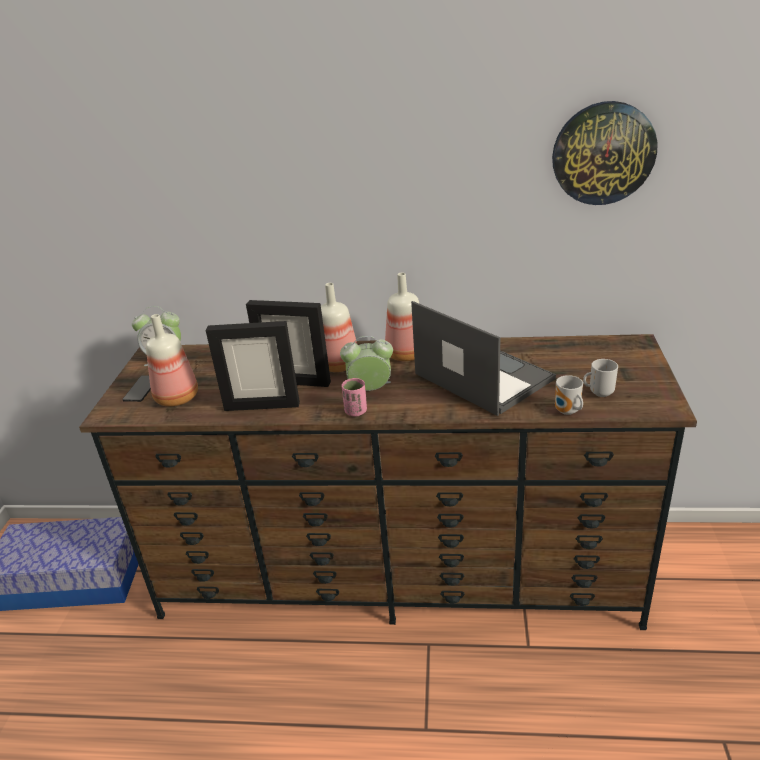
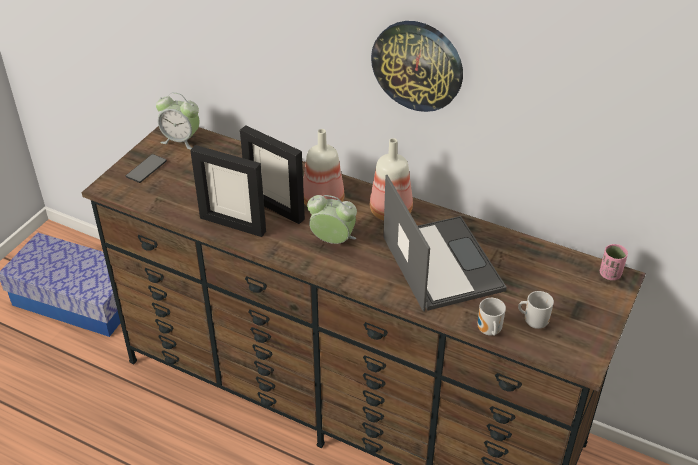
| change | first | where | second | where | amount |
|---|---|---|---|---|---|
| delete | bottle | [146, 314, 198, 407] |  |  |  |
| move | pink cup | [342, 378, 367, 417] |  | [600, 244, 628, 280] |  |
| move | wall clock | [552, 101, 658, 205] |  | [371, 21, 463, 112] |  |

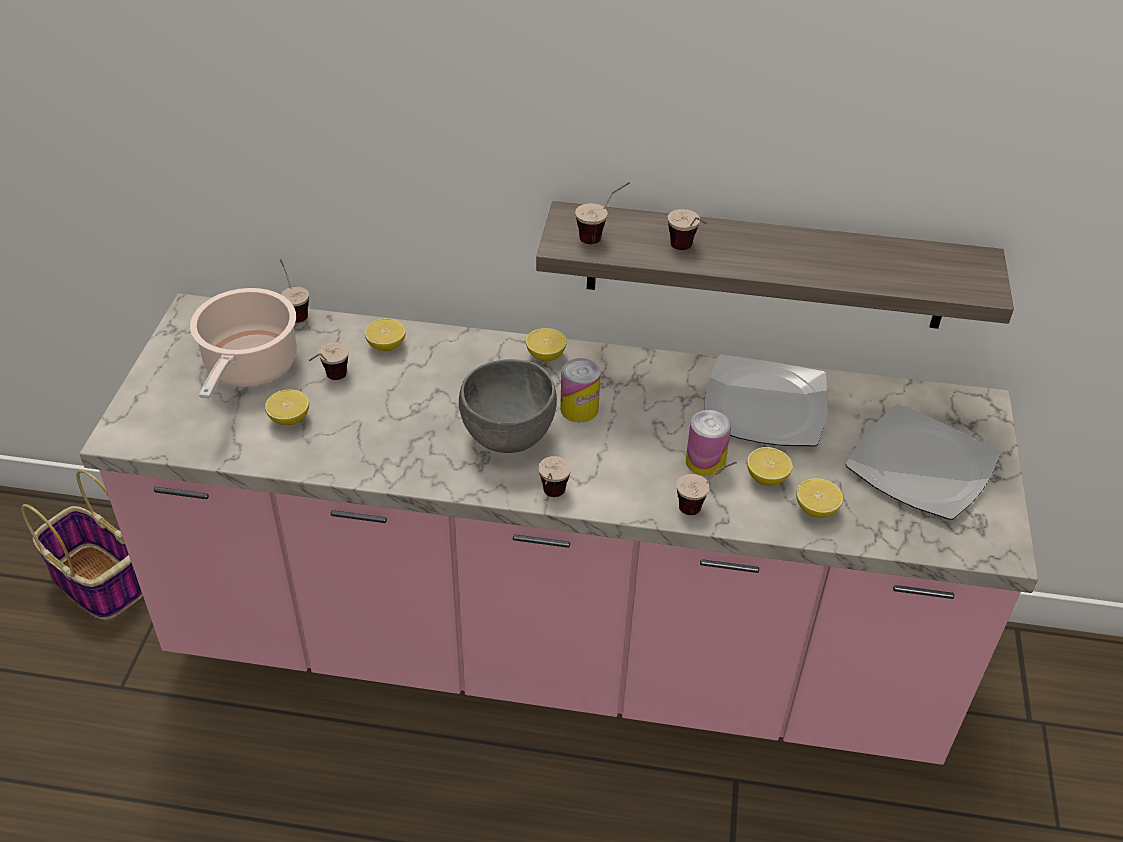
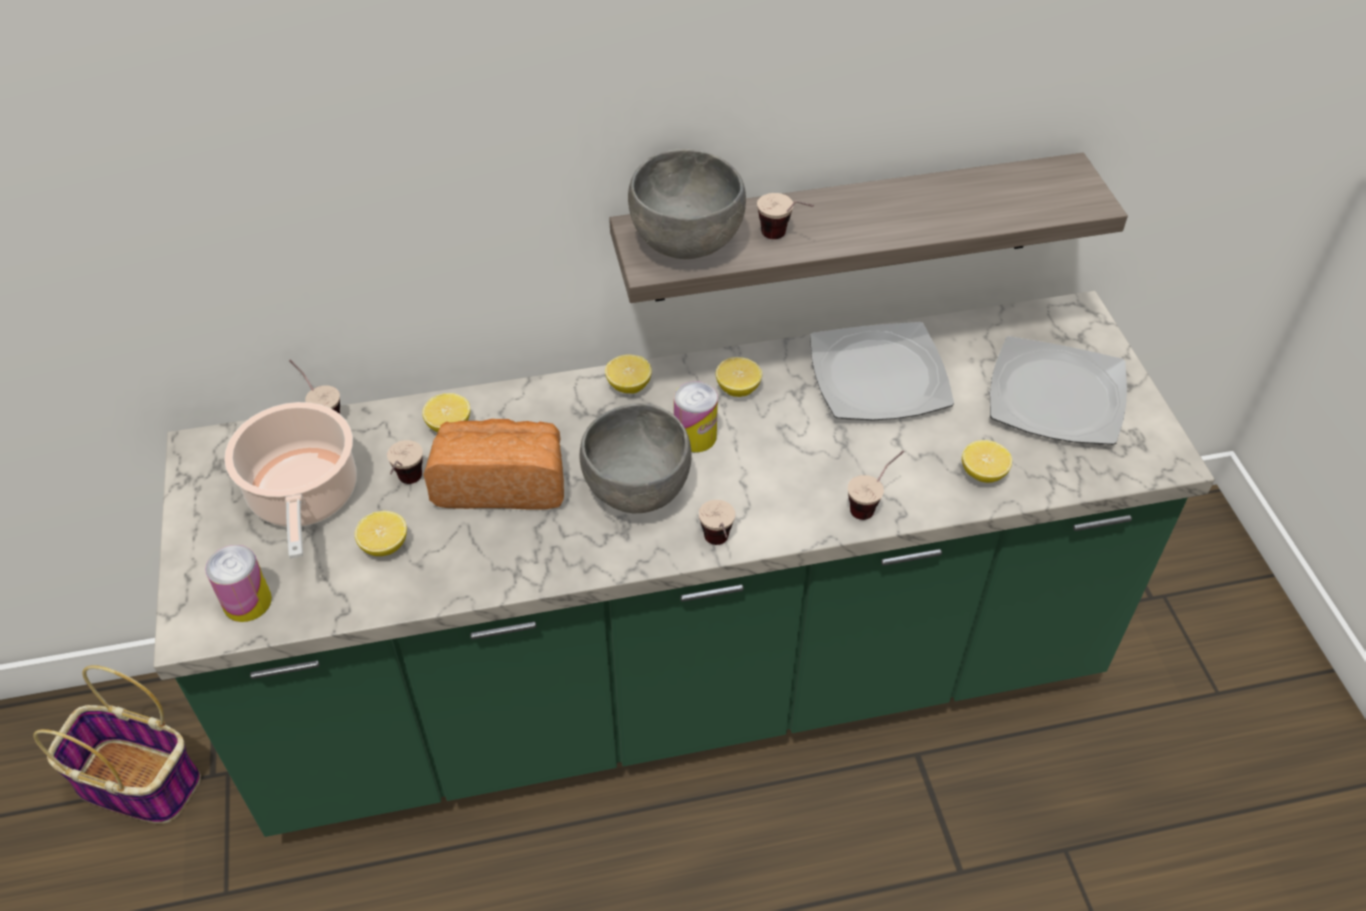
| change | first | where | second | where | amount |
|---|---|---|---|---|---|
| insert |  |  | bread | [423, 419, 564, 510] |  |
| move | can | [686, 410, 732, 476] |  | [205, 545, 272, 622] |  |
| move | lemon | [747, 447, 793, 486] |  | [716, 357, 762, 397] |  |
| replace | cup | [575, 182, 630, 244] | grey bowl | [628, 149, 746, 259] |  |
| recolor | pink counter | [79, 293, 1038, 765] | green counter | [153, 291, 1215, 837] |  |

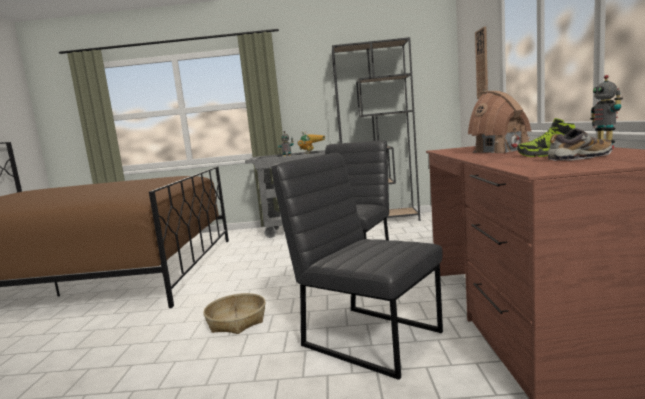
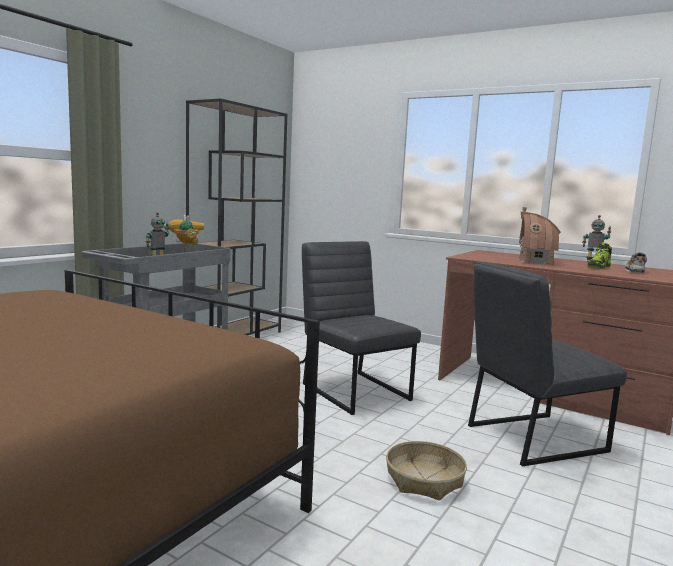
| change | first | where | second | where | amount |
|---|---|---|---|---|---|
| delete | wall clock | [475, 26, 488, 99] |  |  |  |

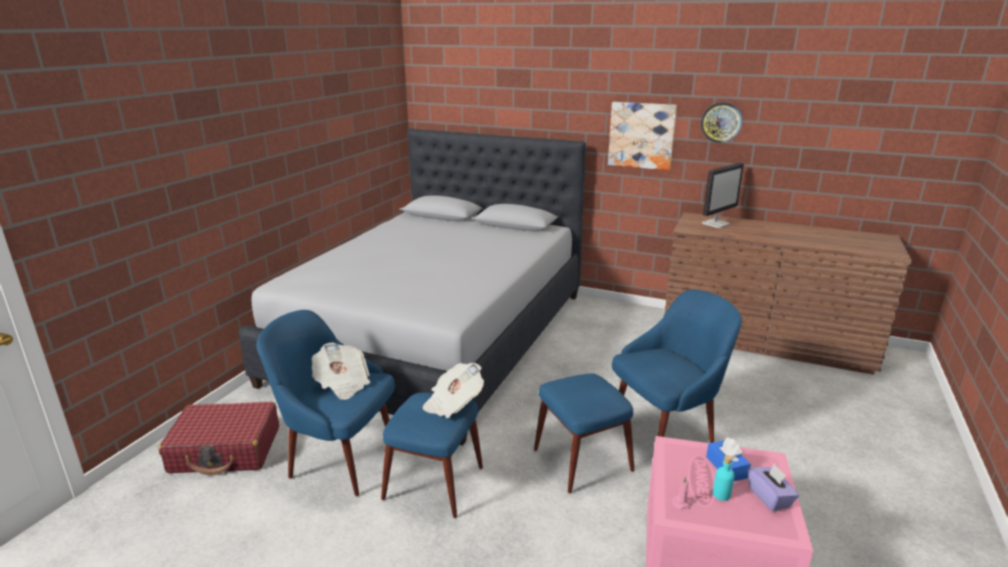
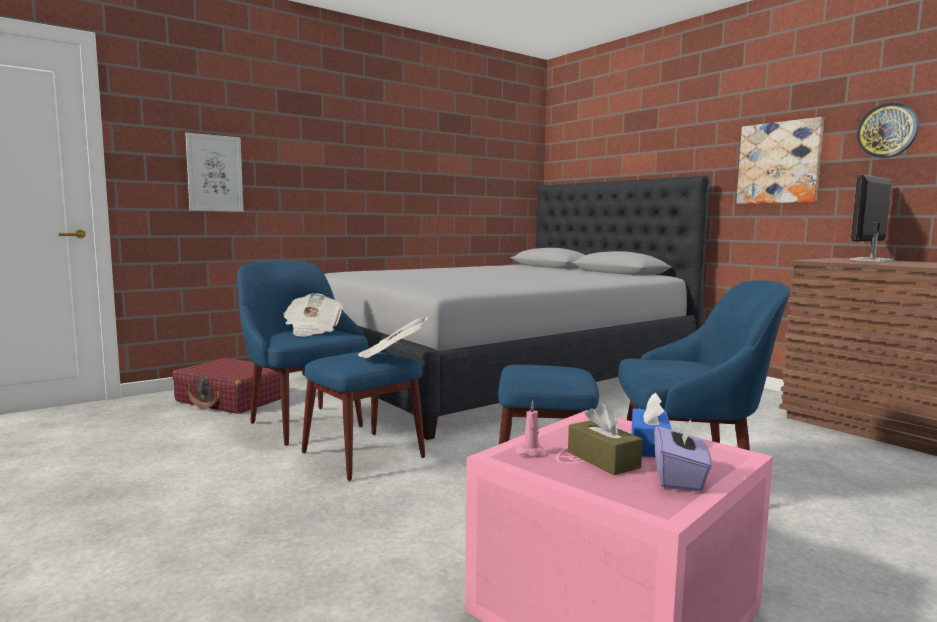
| change | first | where | second | where | amount |
|---|---|---|---|---|---|
| insert |  |  | picture | [185, 133, 244, 212] |  |
| replace | turquoise bottle | [713, 455, 735, 501] | brown tissue box | [568, 404, 643, 475] |  |
| rotate | monitor | [702, 162, 744, 228] |  | [850, 175, 892, 262] | 150 degrees clockwise |

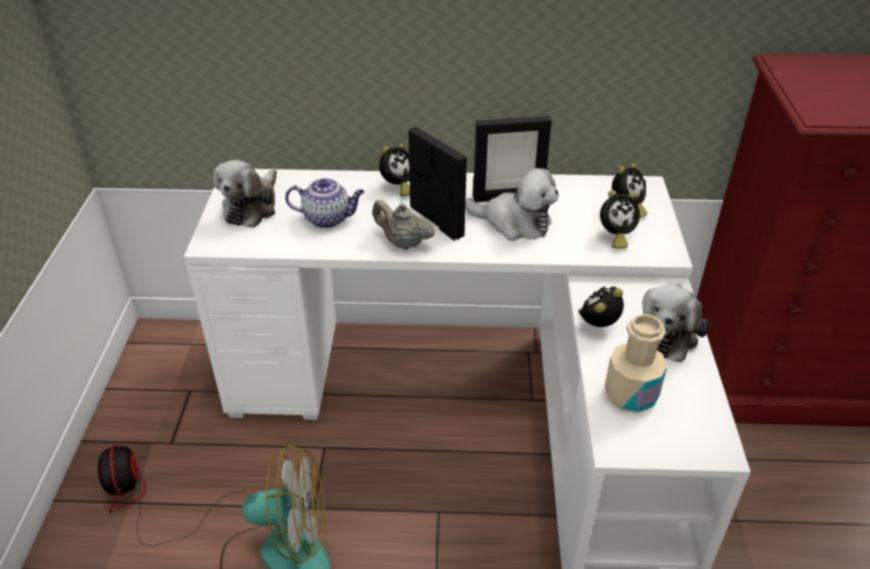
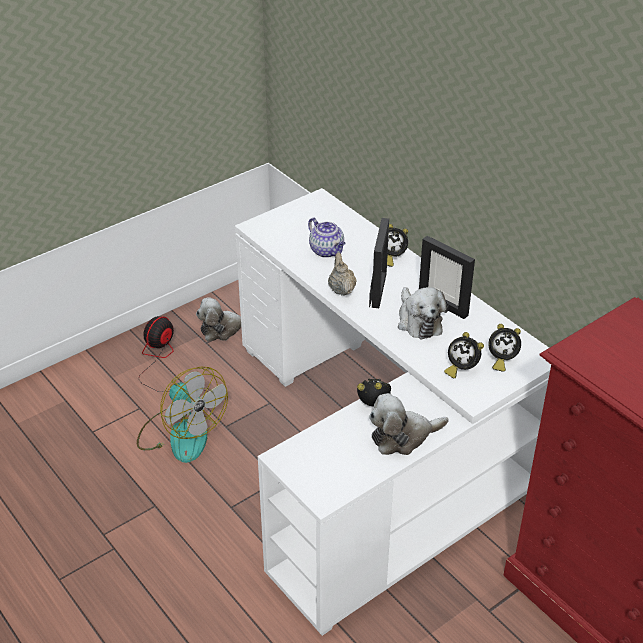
| change | first | where | second | where | amount |
|---|---|---|---|---|---|
| delete | beige bottle | [605, 314, 667, 413] |  |  |  |
| move | plush toy | [213, 160, 277, 228] |  | [196, 297, 241, 341] |  |

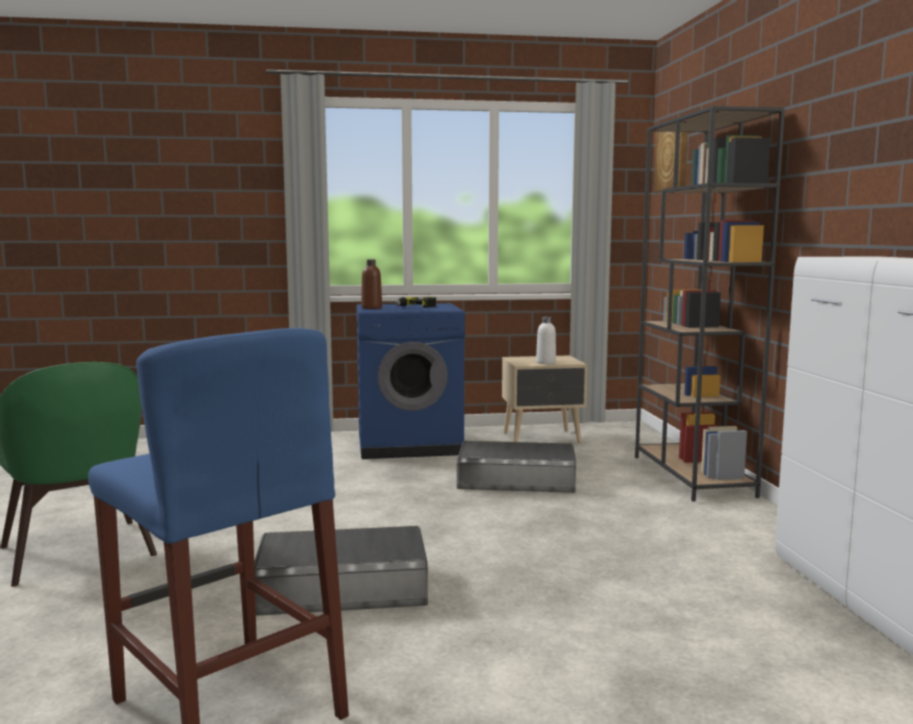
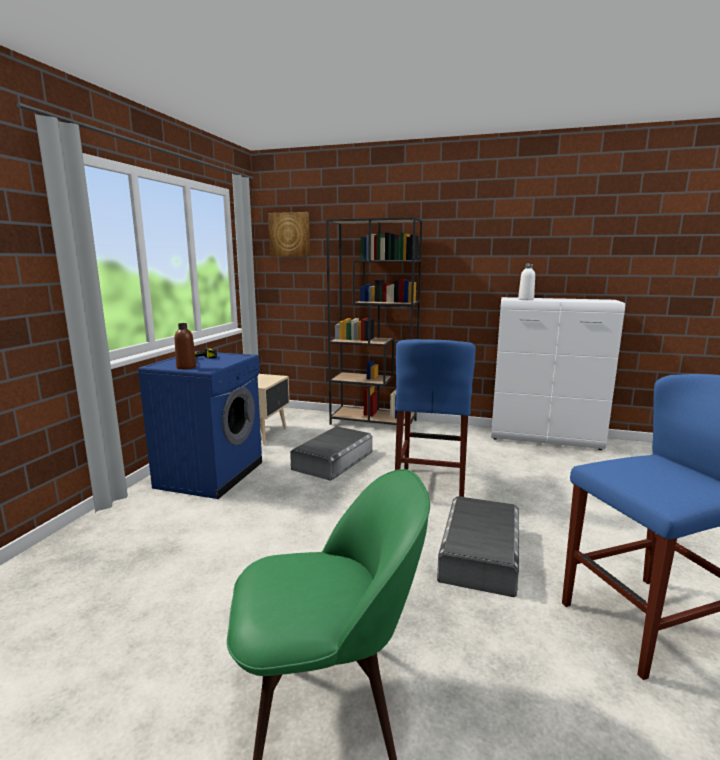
| change | first | where | second | where | amount |
|---|---|---|---|---|---|
| insert |  |  | blue stool | [395, 339, 476, 497] |  |
| move | white bottle | [536, 317, 556, 364] |  | [518, 264, 535, 300] |  |

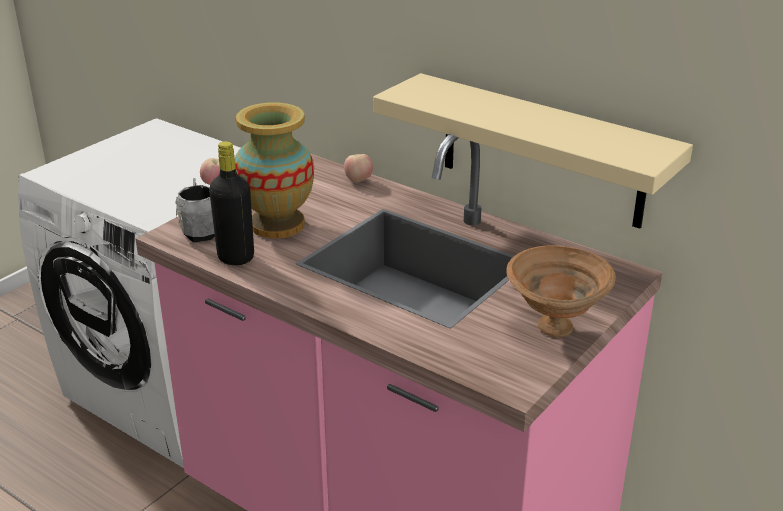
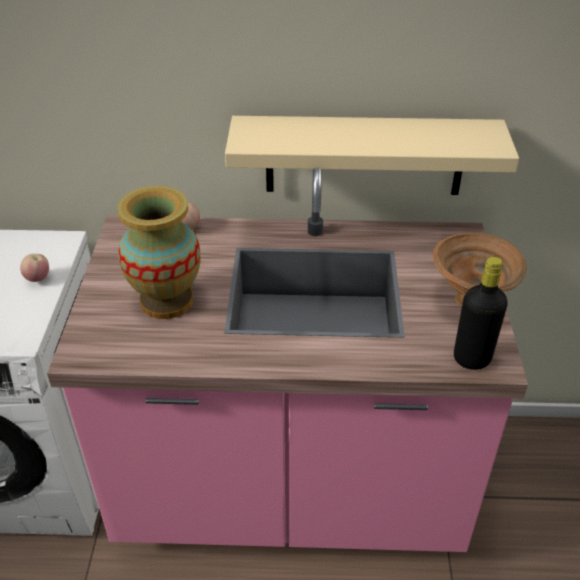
| change | first | where | second | where | amount |
|---|---|---|---|---|---|
| delete | grey mug | [175, 178, 215, 243] |  |  |  |
| move | black bottle | [209, 141, 254, 265] |  | [454, 257, 508, 370] |  |

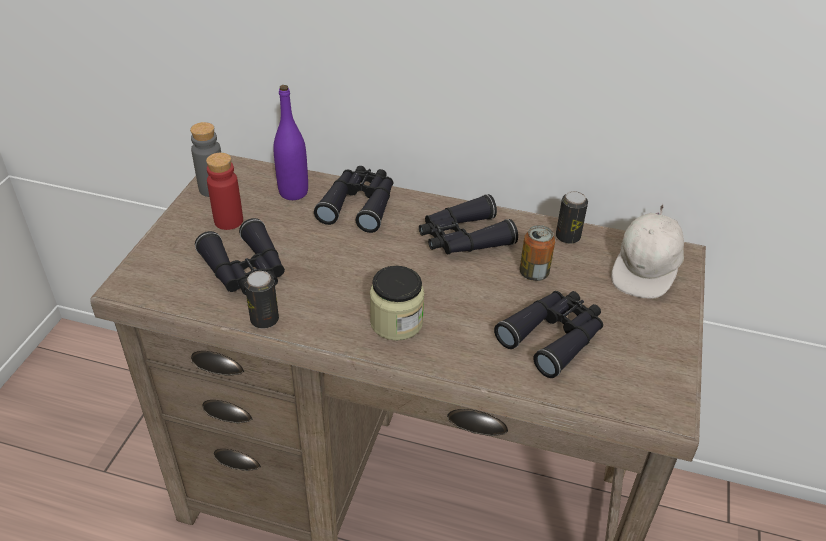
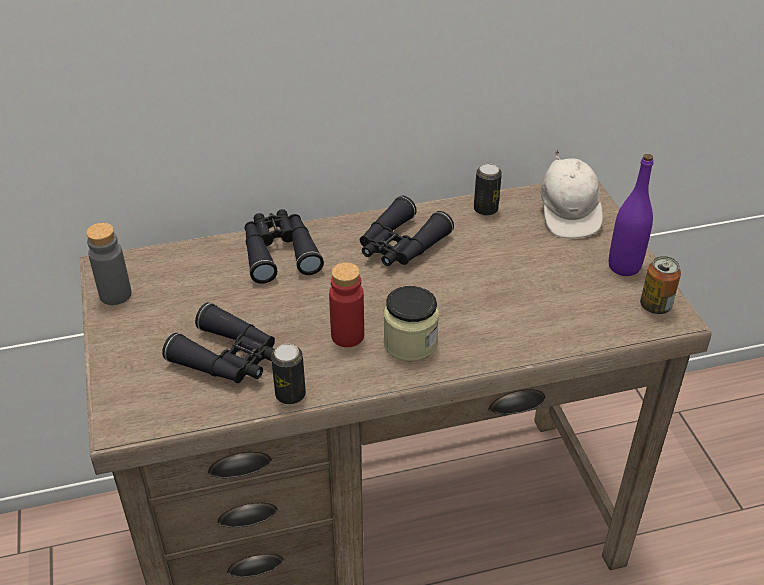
| change | first | where | second | where | amount |
|---|---|---|---|---|---|
| delete | black binoculars | [494, 291, 603, 378] |  |  |  |
| move | red bottle | [206, 153, 243, 230] |  | [329, 262, 364, 347] |  |
| move | purple bottle | [273, 85, 308, 200] |  | [609, 154, 654, 276] |  |
| move | can | [519, 225, 555, 281] |  | [640, 256, 681, 314] |  |

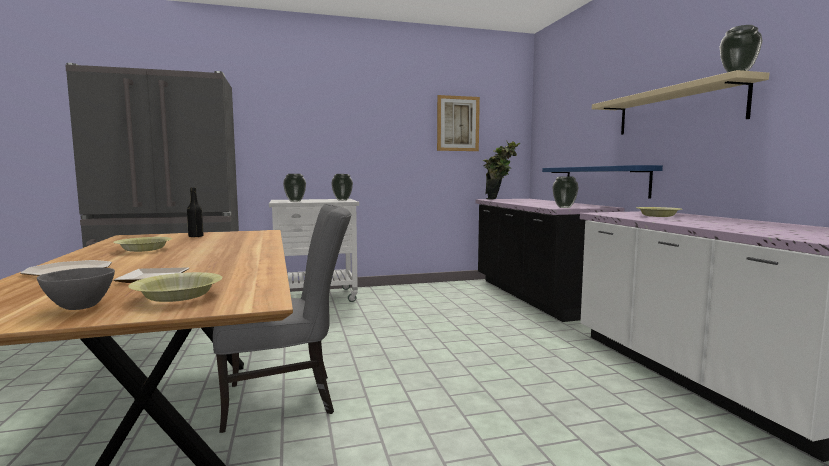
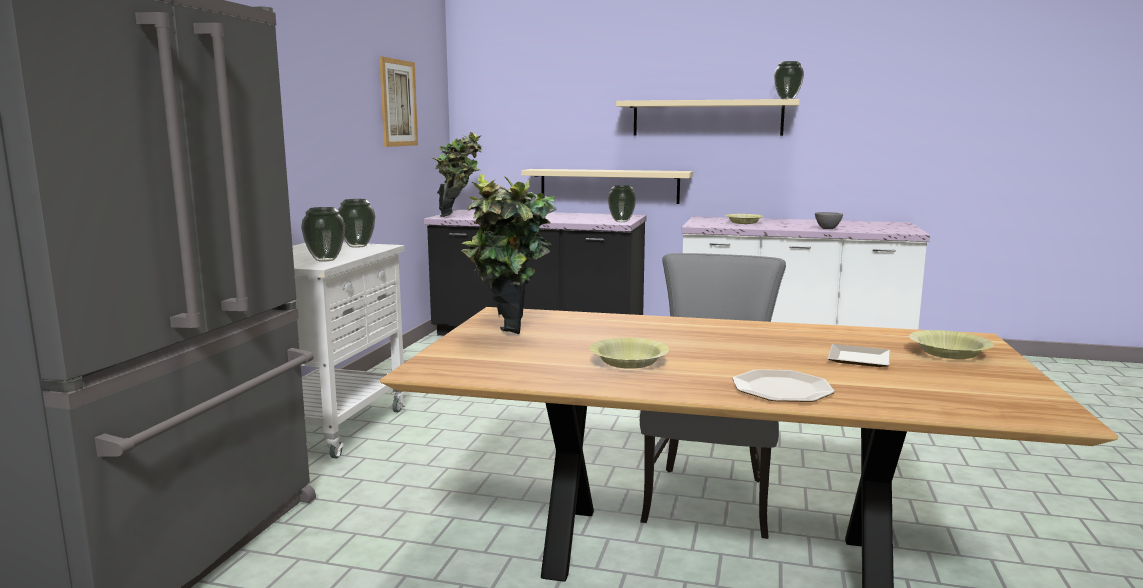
| change | first | where | second | where | amount |
|---|---|---|---|---|---|
| move | grey bowl | [37, 268, 115, 310] |  | [815, 212, 843, 229] |  |
| replace | black bottle | [187, 187, 204, 237] | potted plant | [461, 174, 557, 334] |  |
| recolor | blue shelf | [542, 165, 663, 198] | beige shelf | [521, 169, 693, 204] |  |

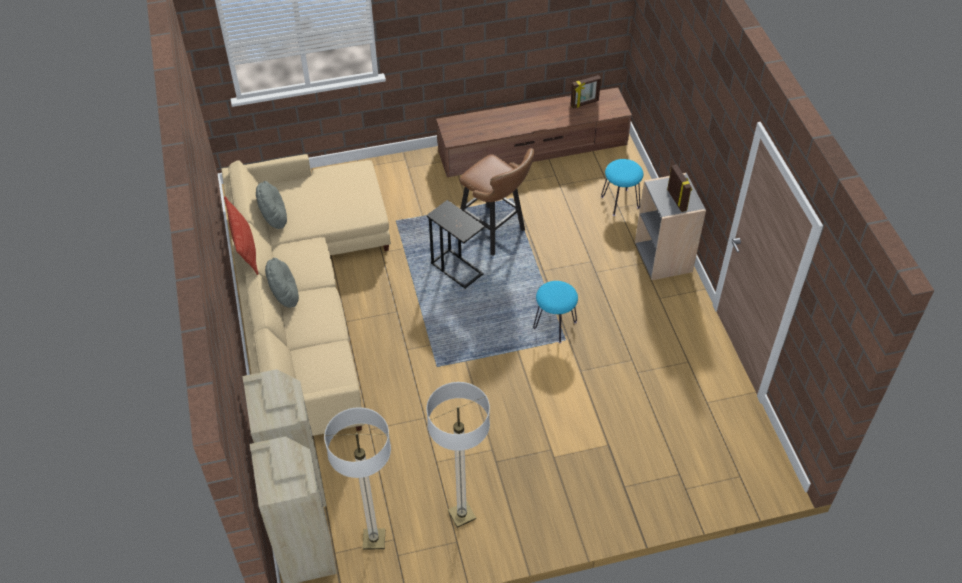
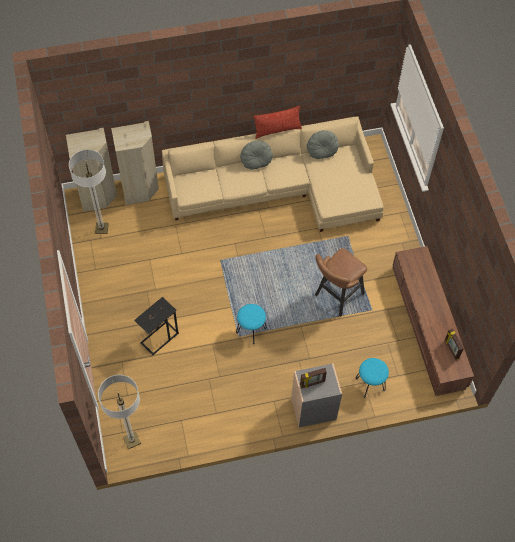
| change | first | where | second | where | amount |
|---|---|---|---|---|---|
| move | floor lamp | [426, 382, 490, 528] |  | [98, 375, 141, 449] |  |
| move | black side table | [427, 200, 484, 289] |  | [135, 297, 179, 355] |  |

